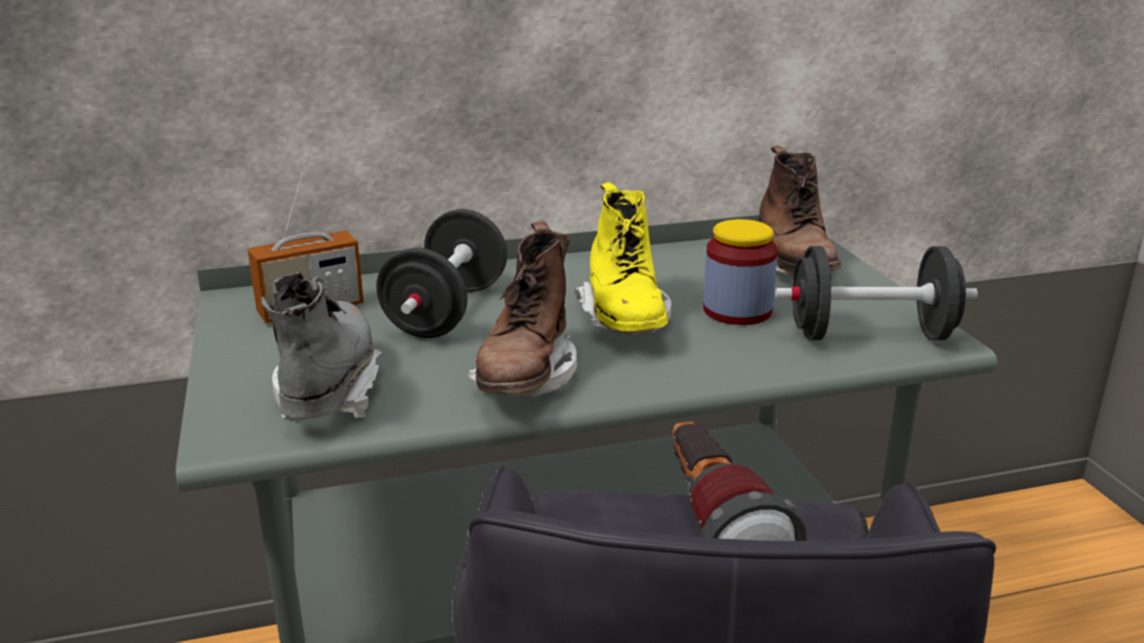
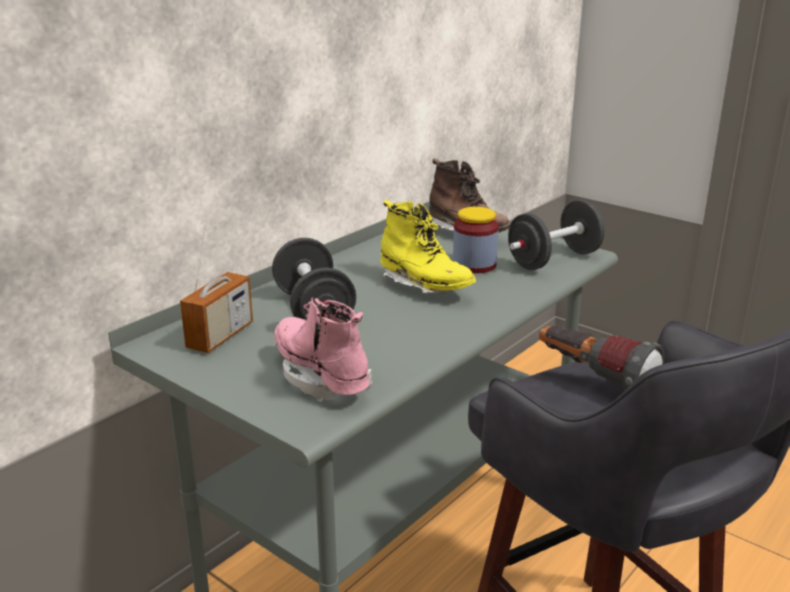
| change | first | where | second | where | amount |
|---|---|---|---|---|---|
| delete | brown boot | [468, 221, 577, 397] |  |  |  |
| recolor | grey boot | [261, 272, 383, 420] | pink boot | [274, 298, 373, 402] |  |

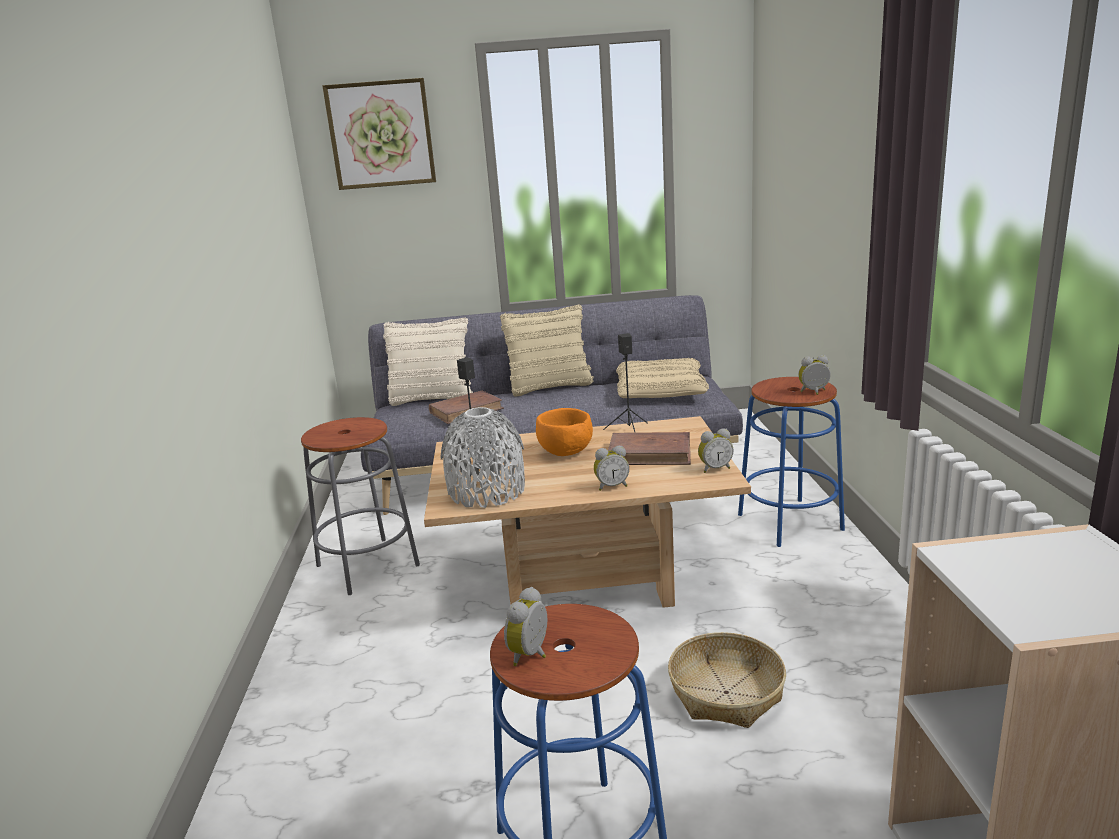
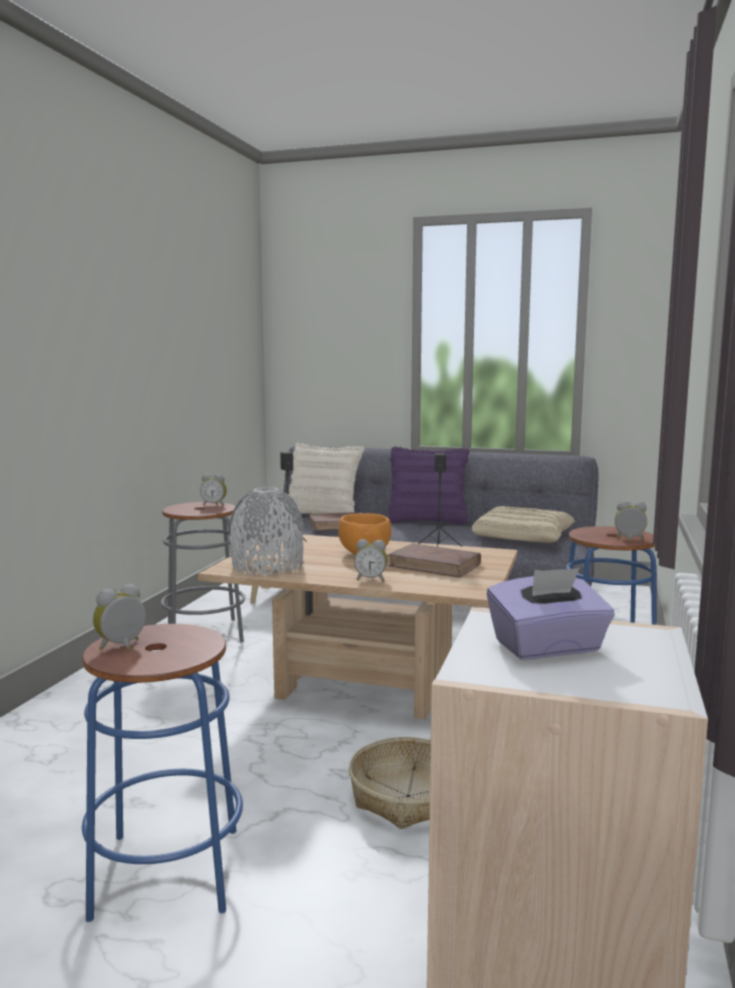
| change | first | where | second | where | amount |
|---|---|---|---|---|---|
| delete | picture | [322, 78, 436, 190] |  |  |  |
| insert |  |  | purple tissue box | [487, 568, 615, 660] |  |
| move | alarm clock | [698, 429, 734, 473] |  | [200, 474, 227, 506] |  |
| recolor | beige pillow | [500, 304, 594, 397] | purple pillow | [388, 447, 470, 524] |  |

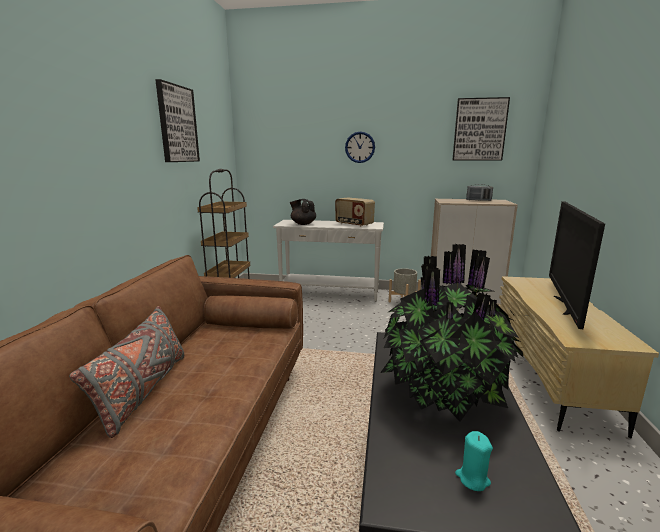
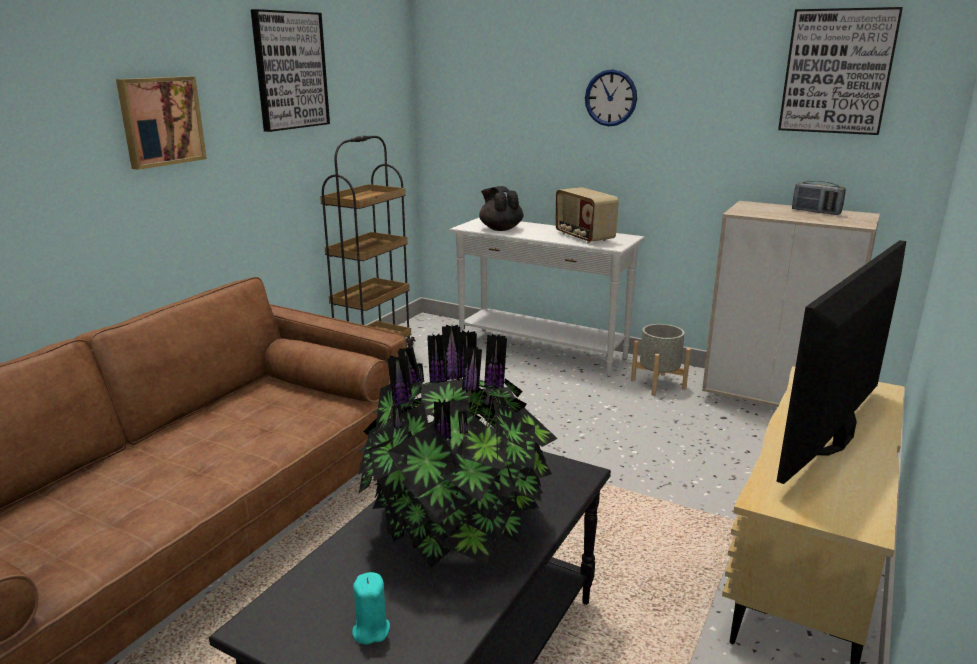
| change | first | where | second | where | amount |
|---|---|---|---|---|---|
| delete | grey pillow | [69, 306, 185, 438] |  |  |  |
| insert |  |  | picture | [116, 76, 207, 170] |  |

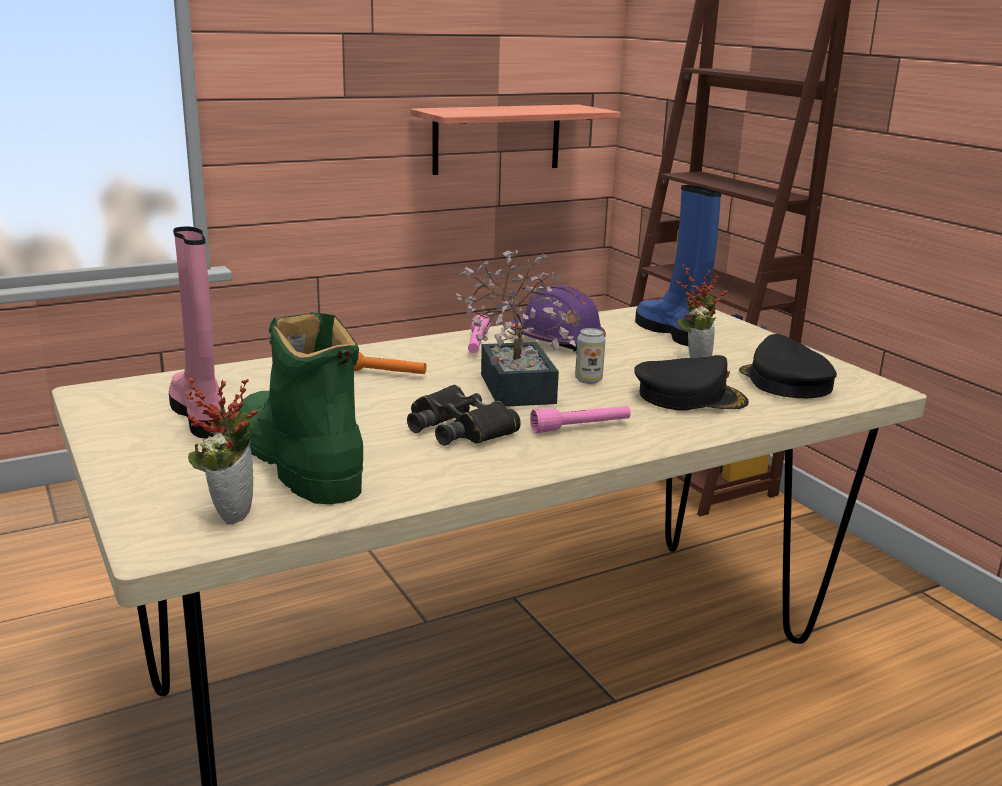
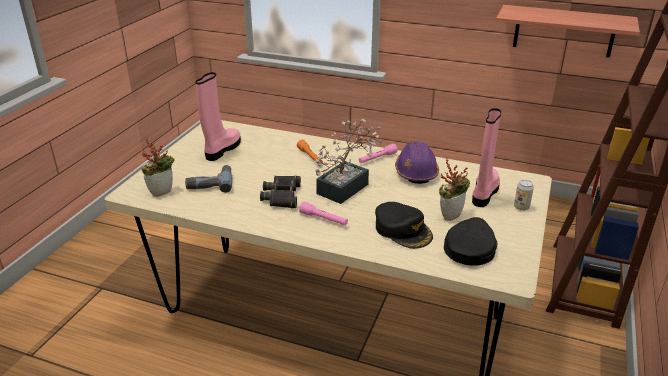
| change | first | where | second | where | amount |
|---|---|---|---|---|---|
| move | can | [575, 328, 605, 384] |  | [514, 180, 534, 211] |  |
| replace | green boot | [239, 312, 363, 504] | power drill | [185, 165, 232, 193] |  |
| recolor | blue boot | [635, 185, 721, 346] | pink boot | [472, 108, 501, 207] |  |

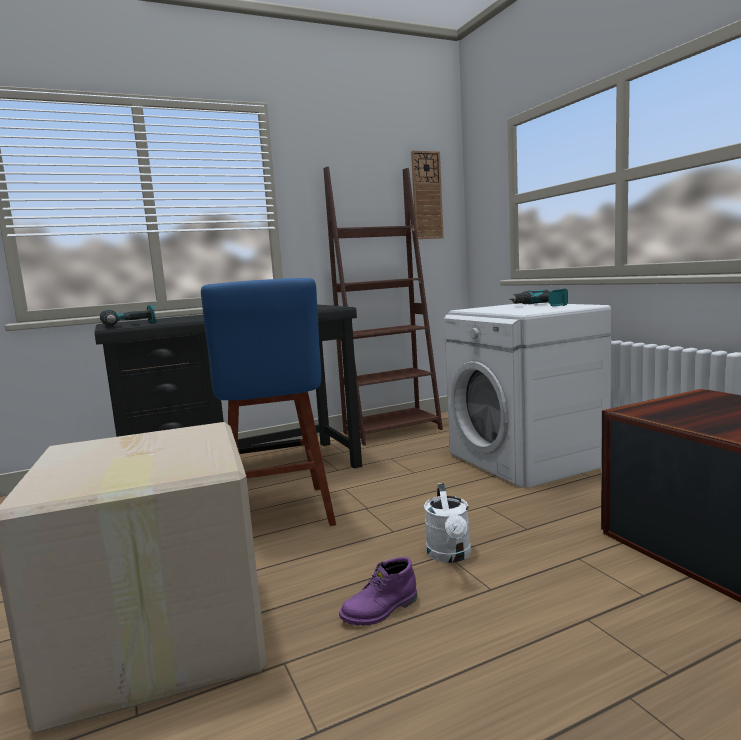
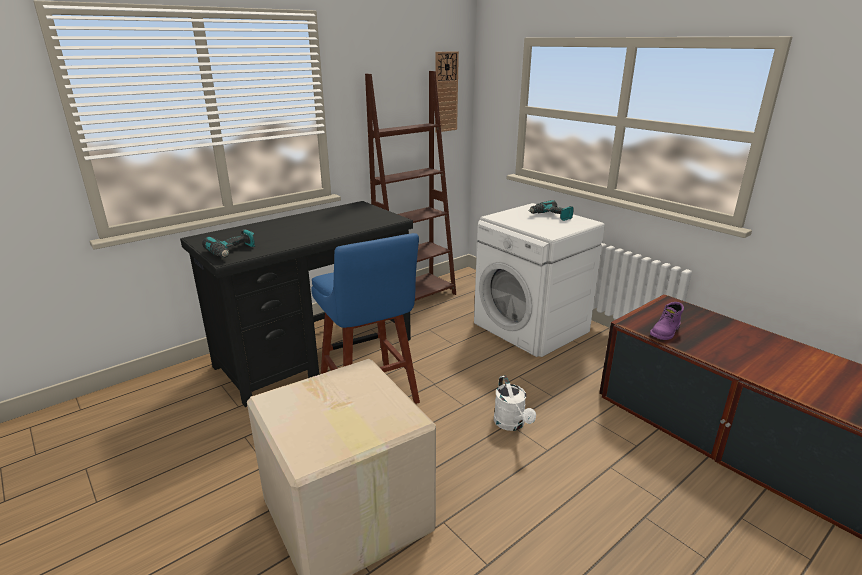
| change | first | where | second | where | amount |
|---|---|---|---|---|---|
| move | purple boot | [339, 557, 417, 626] |  | [650, 302, 684, 340] |  |

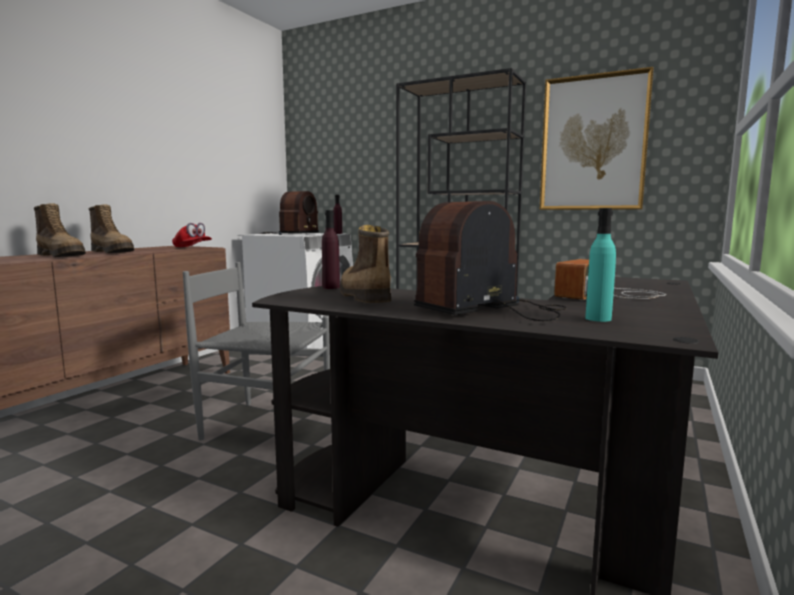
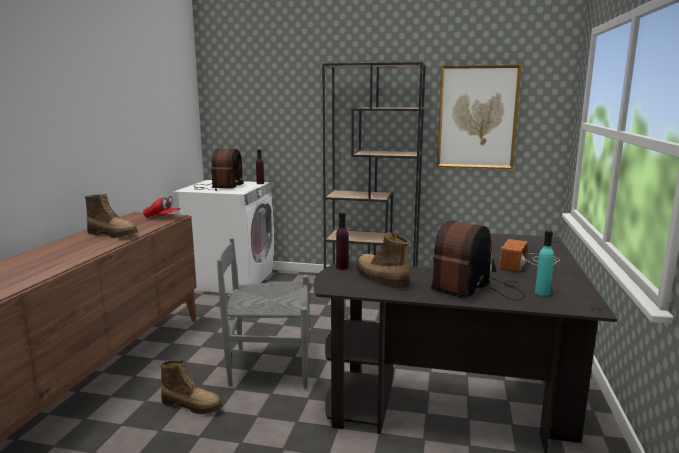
| change | first | where | second | where | amount |
|---|---|---|---|---|---|
| move | boot | [34, 203, 86, 257] |  | [160, 360, 223, 414] |  |

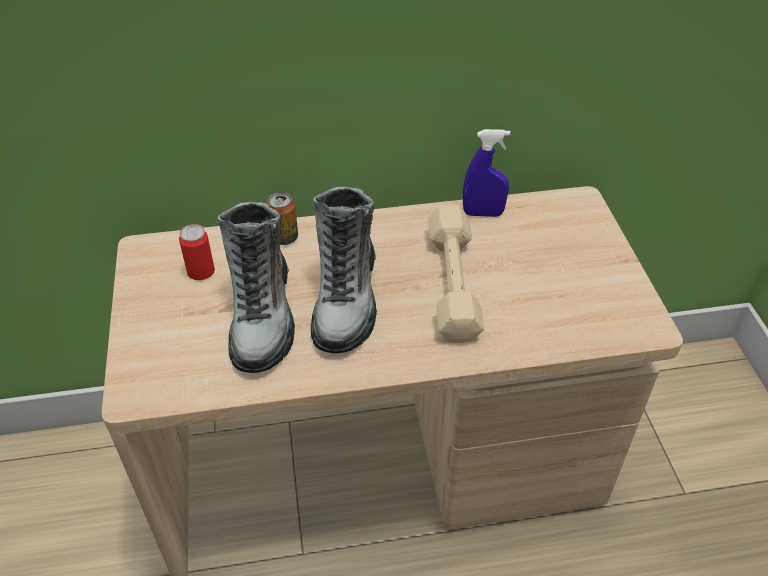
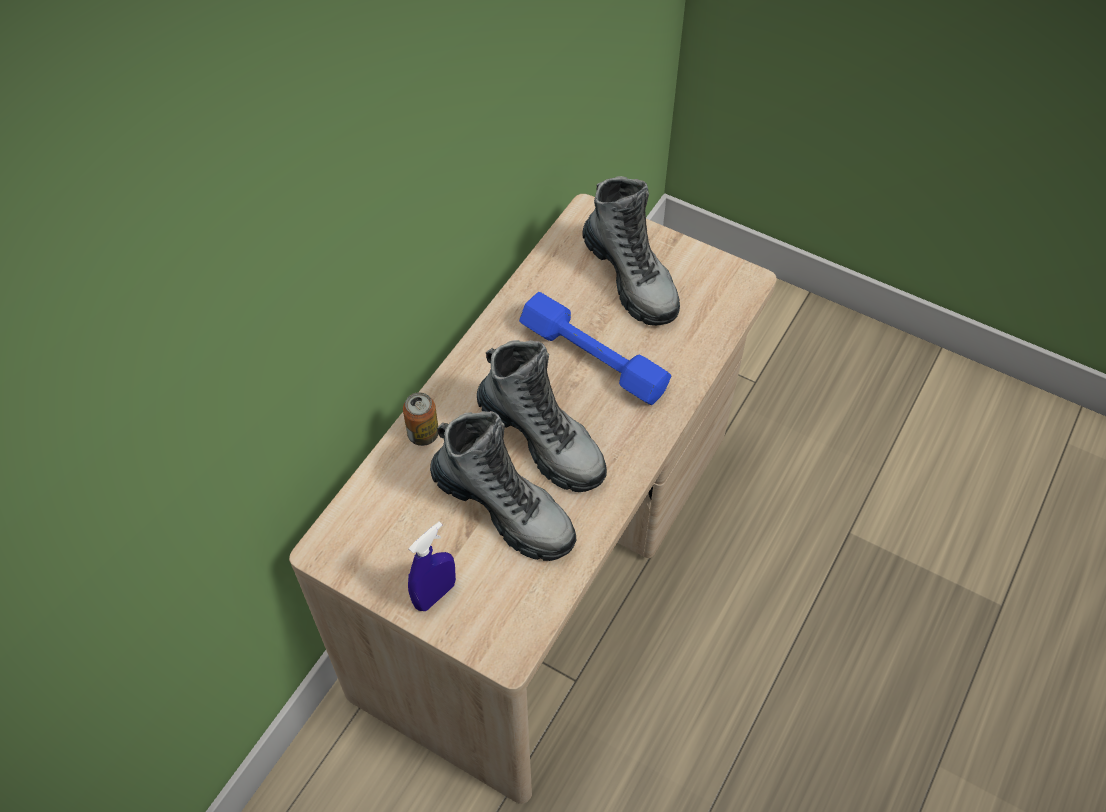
| change | first | where | second | where | amount |
|---|---|---|---|---|---|
| delete | can | [179, 224, 215, 280] |  |  |  |
| insert |  |  | boot | [582, 176, 680, 326] |  |
| move | blue spray bottle | [463, 129, 510, 217] |  | [408, 521, 456, 611] |  |
| recolor | beige dumbbell | [428, 206, 484, 343] | blue dumbbell | [519, 292, 671, 405] |  |

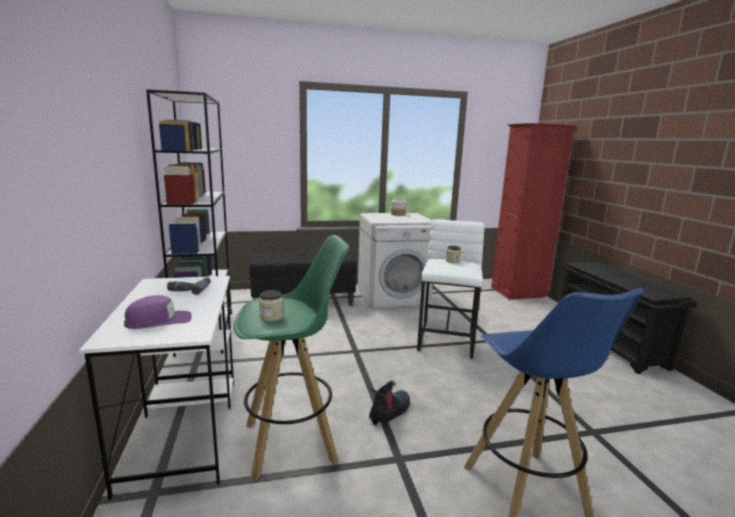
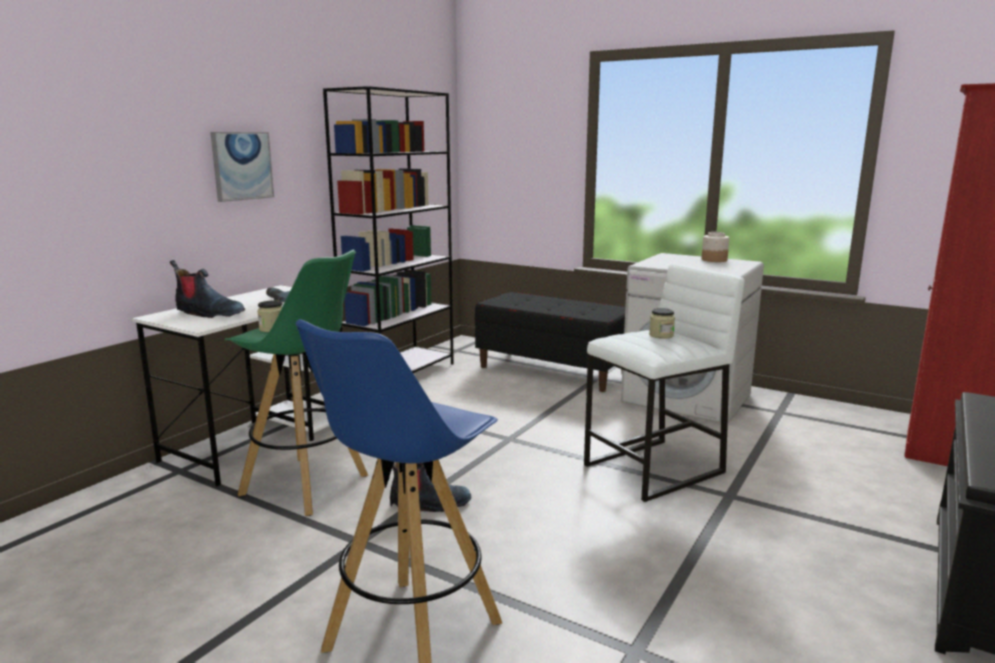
| change | first | where | second | where | amount |
|---|---|---|---|---|---|
| insert |  |  | picture | [210, 132, 274, 202] |  |
| replace | purple cap | [124, 295, 191, 329] | boot | [170, 260, 245, 318] |  |

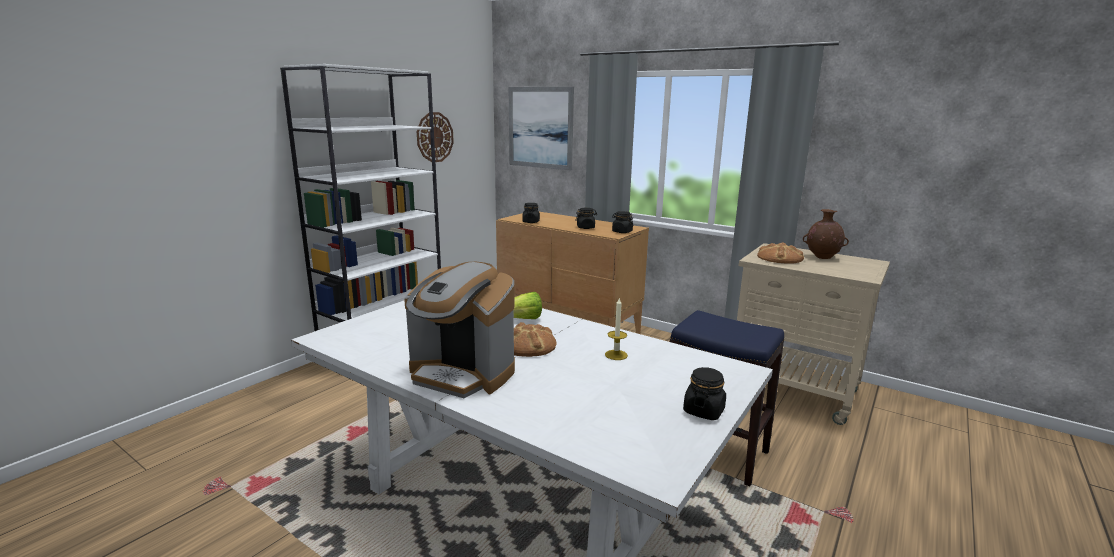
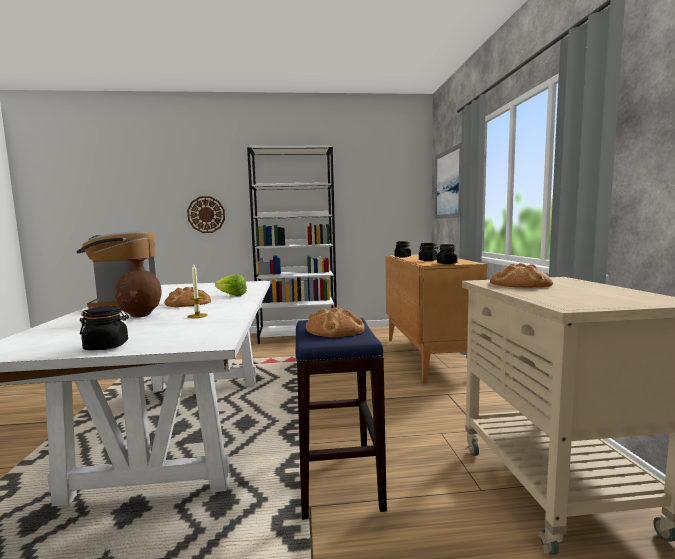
| change | first | where | second | where | amount |
|---|---|---|---|---|---|
| insert |  |  | bread | [306, 306, 365, 337] |  |
| move | wall clock | [417, 112, 454, 162] |  | [187, 196, 225, 233] |  |
| move | brown vase | [803, 209, 849, 259] |  | [115, 258, 162, 317] |  |

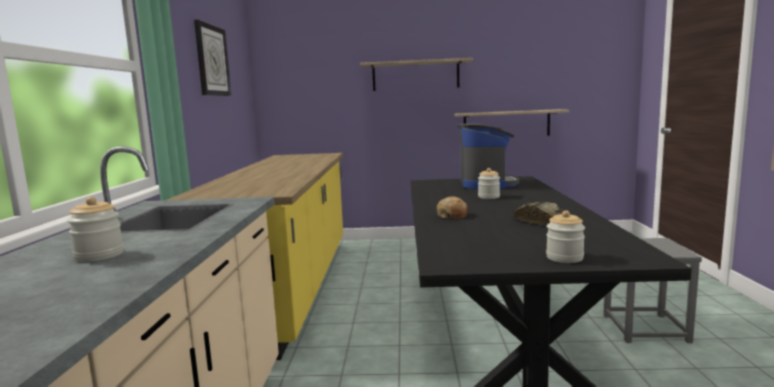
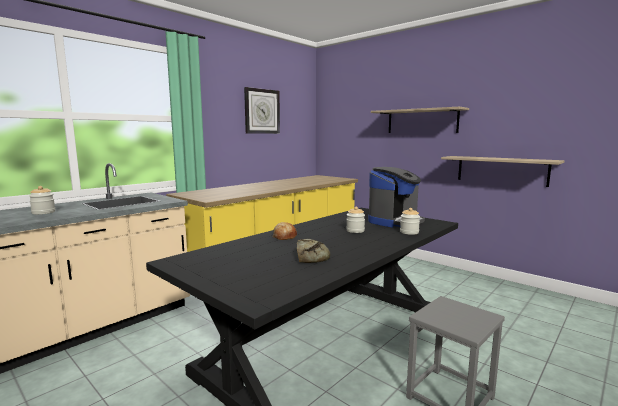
| change | first | where | second | where | amount |
|---|---|---|---|---|---|
| move | jar | [546, 210, 585, 263] |  | [400, 208, 420, 235] |  |

